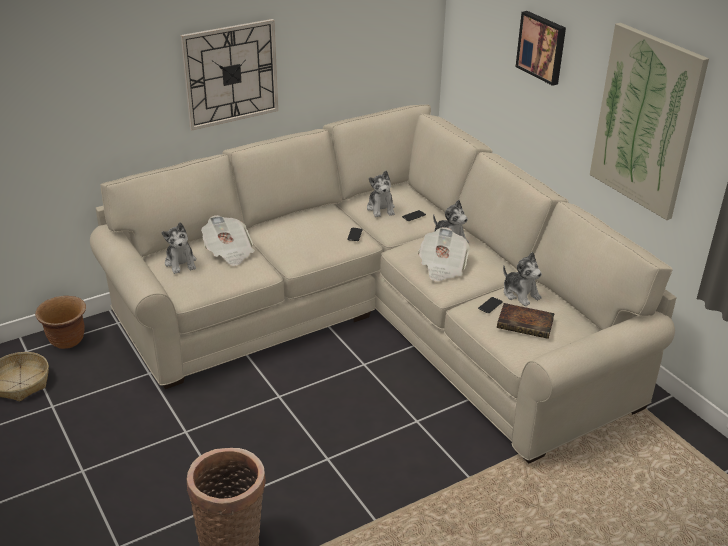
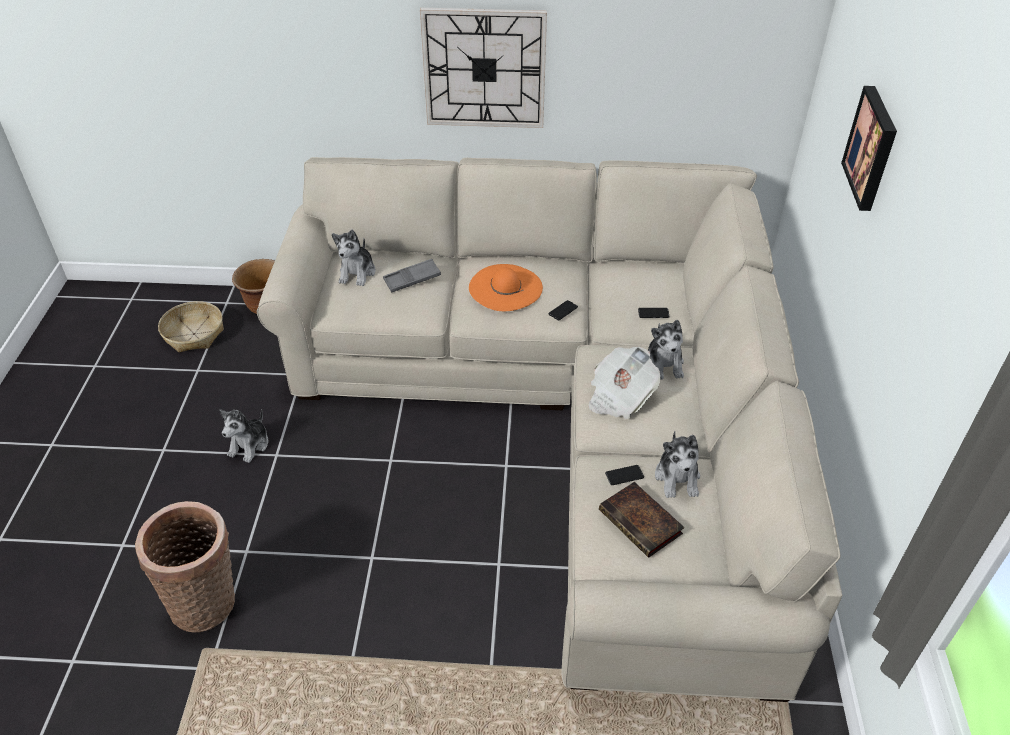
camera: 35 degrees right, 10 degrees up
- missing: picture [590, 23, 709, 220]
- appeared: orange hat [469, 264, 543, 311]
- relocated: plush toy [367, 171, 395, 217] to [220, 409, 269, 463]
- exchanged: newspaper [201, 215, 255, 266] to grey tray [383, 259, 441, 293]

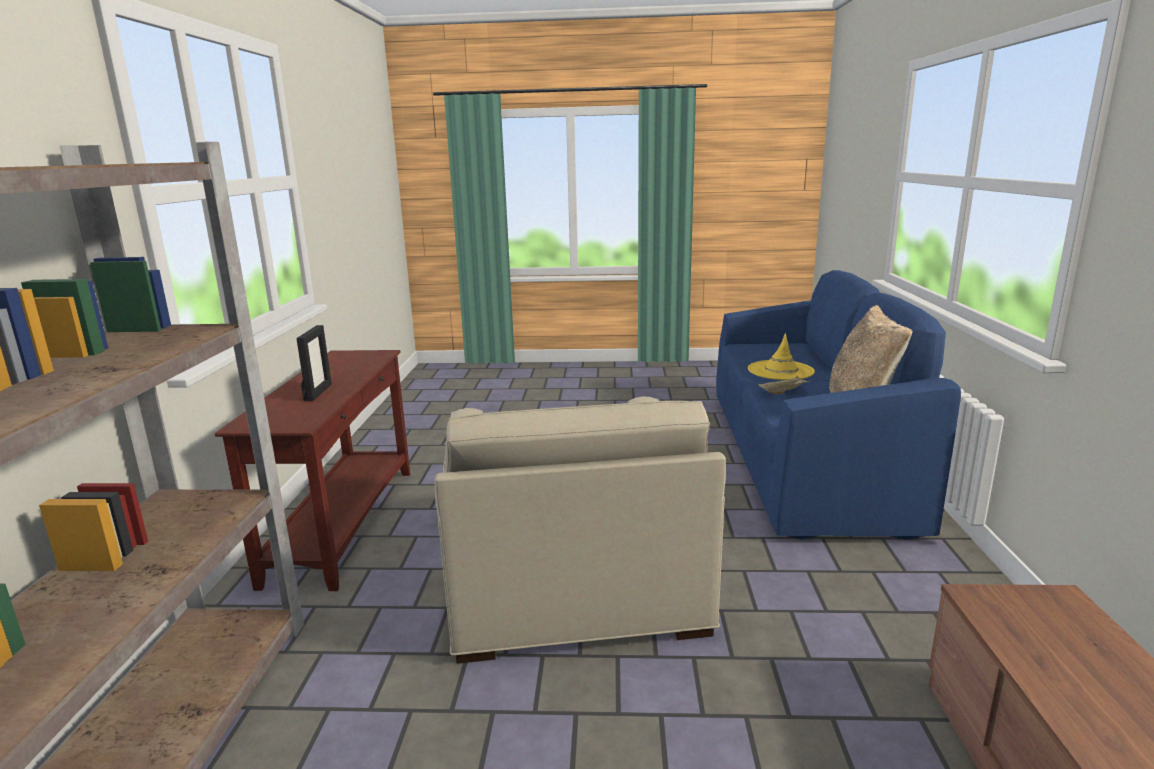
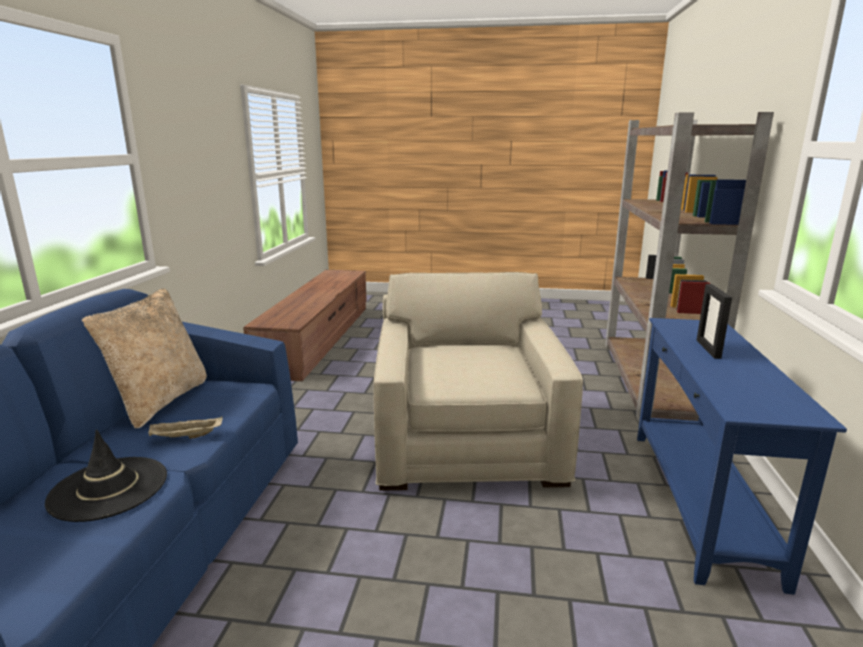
camera: 175 degrees left, 0 degrees up
- colour: brown console table [214, 350, 410, 591] to blue console table [637, 318, 847, 595]
- colour: yellow hat [748, 333, 815, 380] to black hat [45, 429, 167, 522]

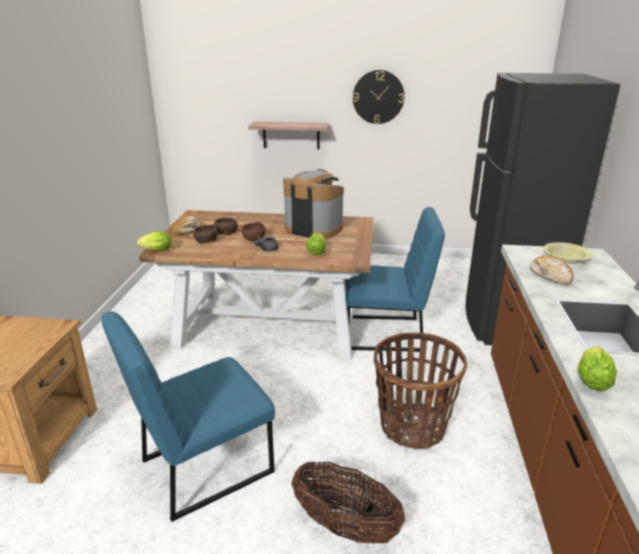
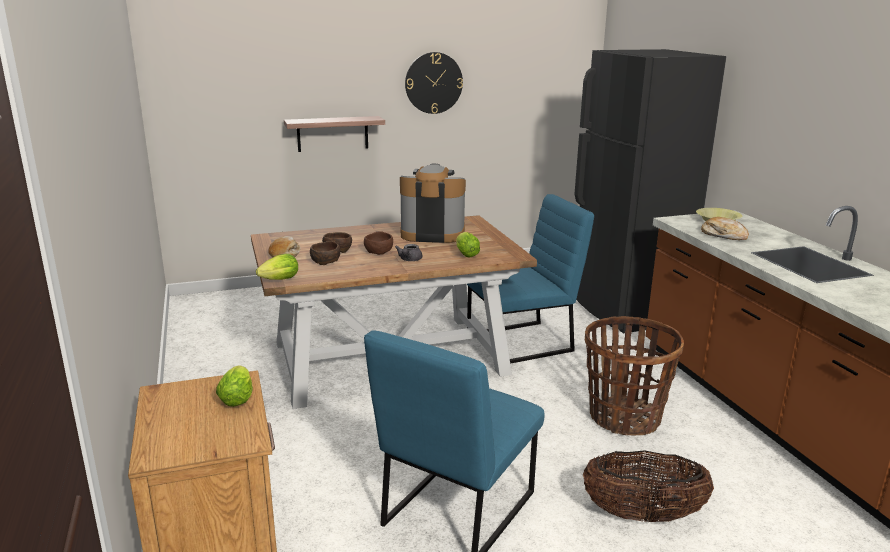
camera: 25 degrees left, 5 degrees down
- relocated: lettuce [577, 346, 617, 391] to [216, 365, 253, 407]

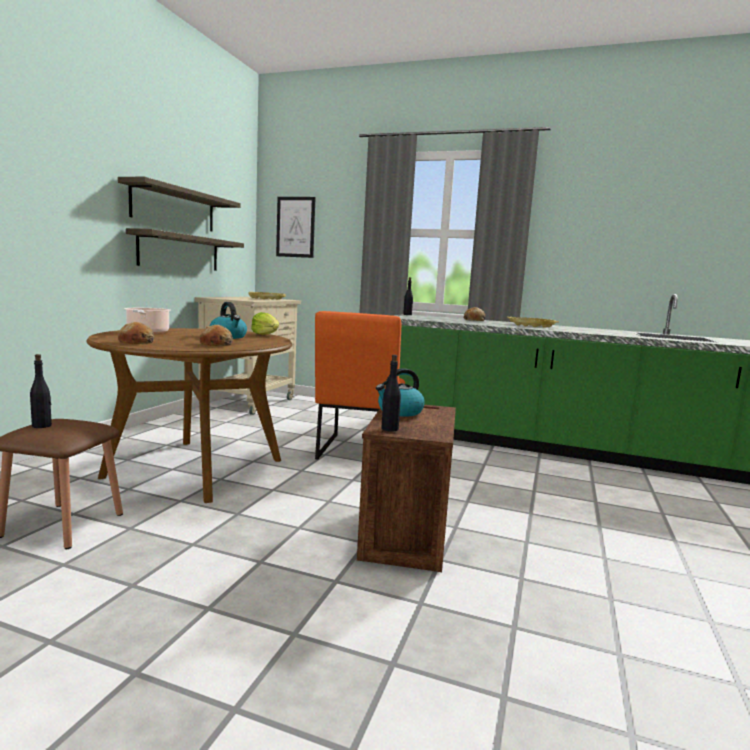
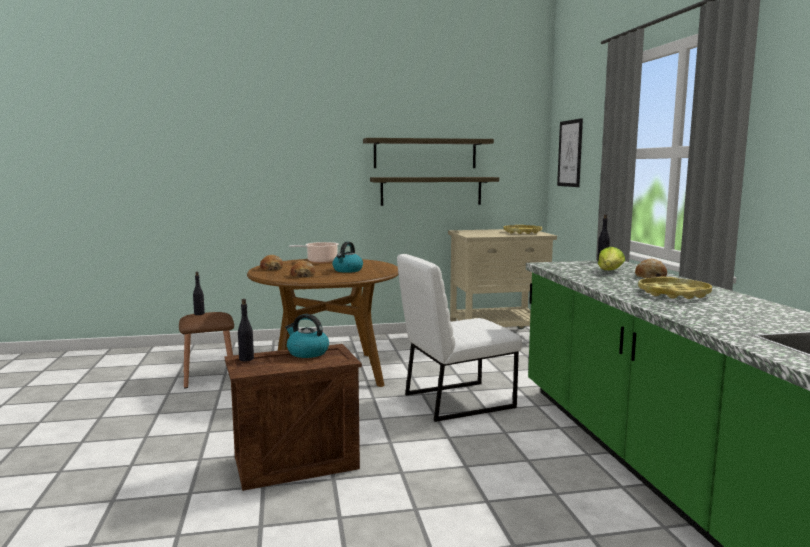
camera: 60 degrees right, 0 degrees up
- relocated: lettuce [251, 312, 279, 335] to [598, 247, 625, 270]
- colour: orange chair [315, 311, 405, 459] to white chair [397, 254, 522, 422]

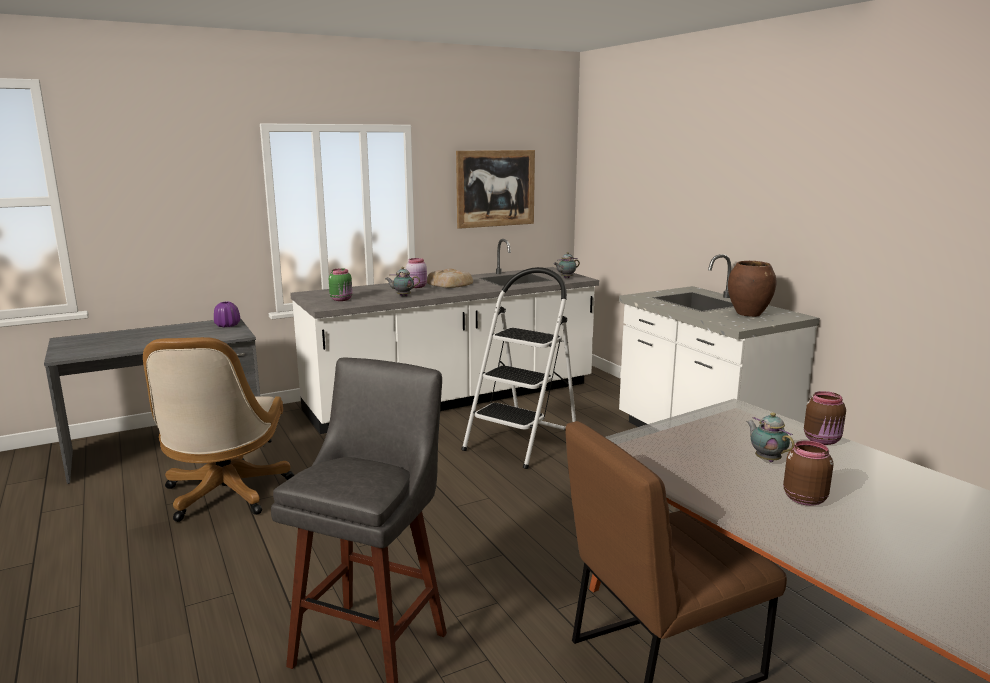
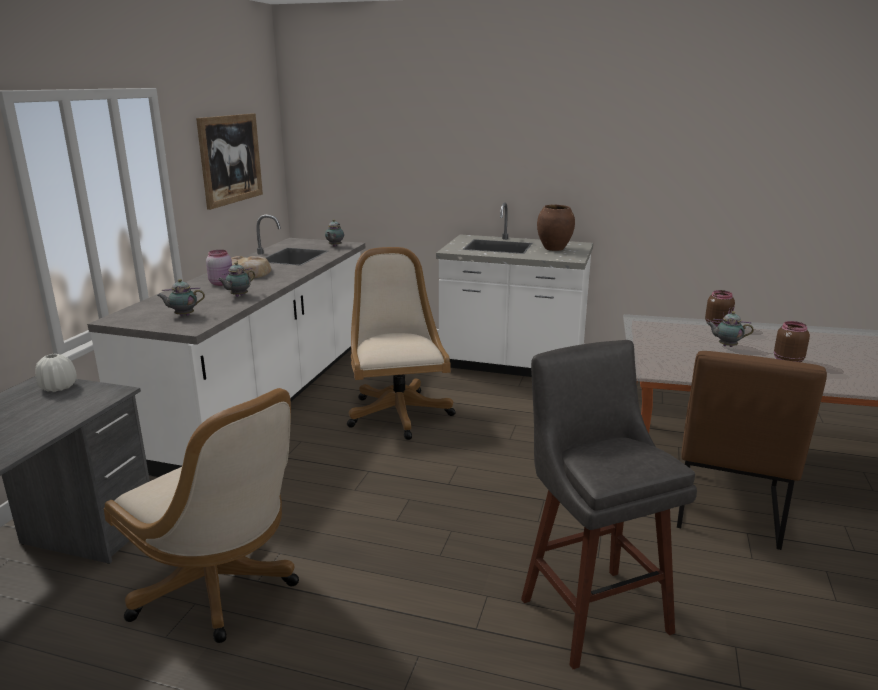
camera: 45 degrees left, 5 degrees up
- exchanged: green jar [329, 268, 352, 301] to teapot [157, 279, 205, 316]
- exchanged: step ladder [461, 267, 576, 469] to office chair [347, 247, 455, 440]
- colour: purple vase [214, 302, 240, 327] to white vase [36, 354, 77, 392]

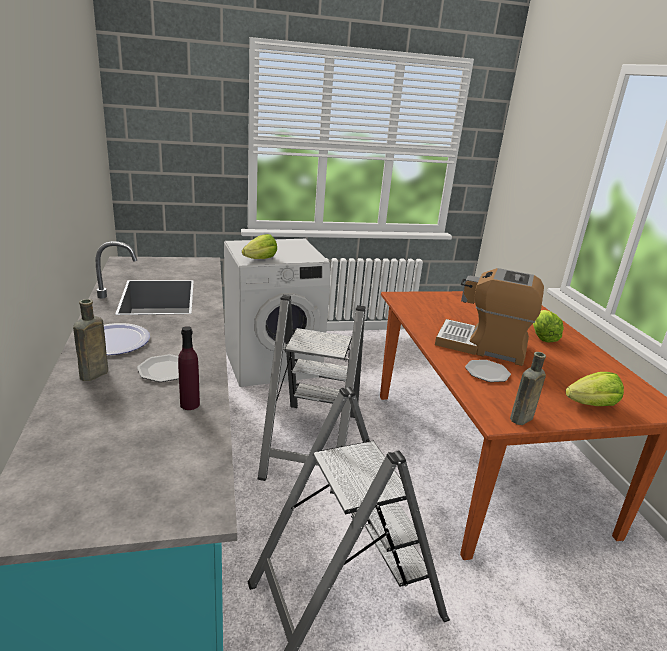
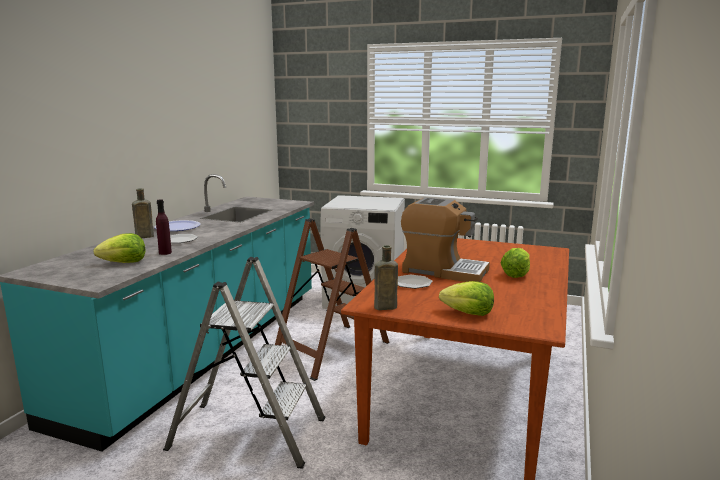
camera: 35 degrees right, 10 degrees down
- relocated: lettuce [242, 234, 277, 259] to [94, 233, 146, 263]
- colour: grey step ladder [257, 295, 366, 494] to brown step ladder [275, 218, 390, 381]
- spun: coffee machine [435, 268, 544, 366] = [401, 198, 490, 282] 150 degrees clockwise

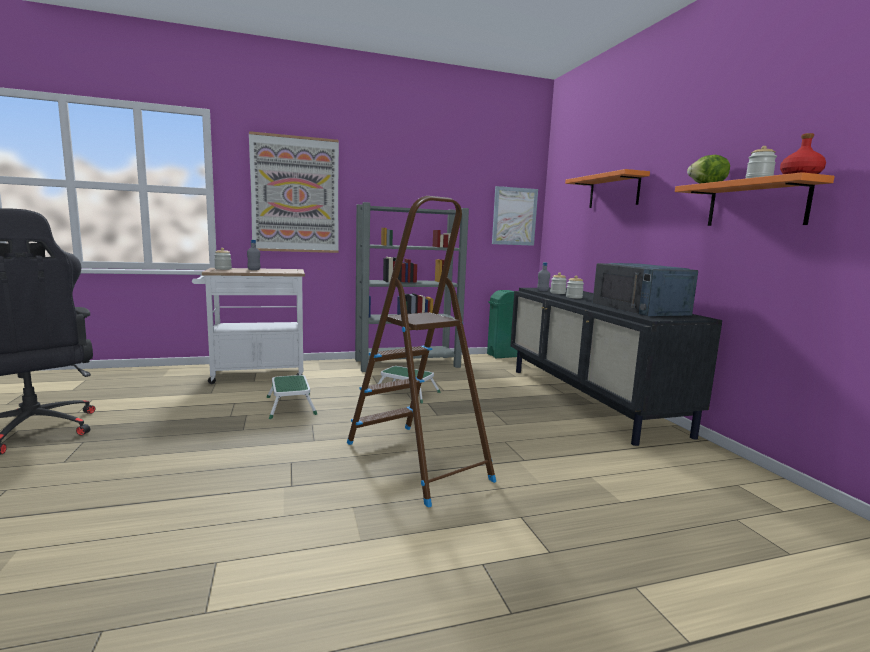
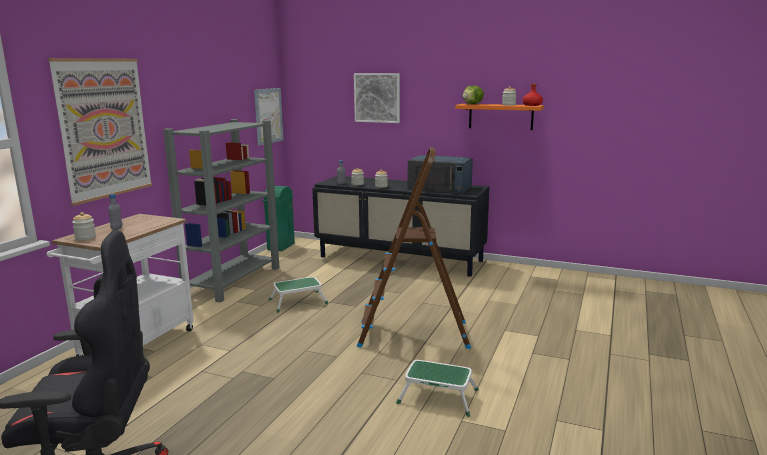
camera: 50 degrees left, 5 degrees up
- relocated: green step ladder [266, 375, 317, 419] to [396, 360, 479, 417]
- exchanged: orange shelf [565, 169, 650, 208] to picture [354, 73, 400, 123]

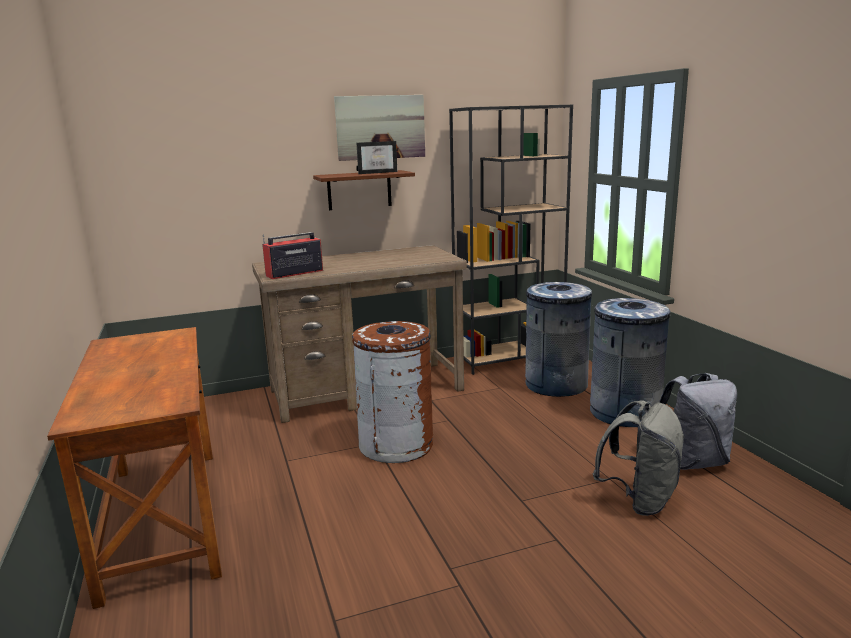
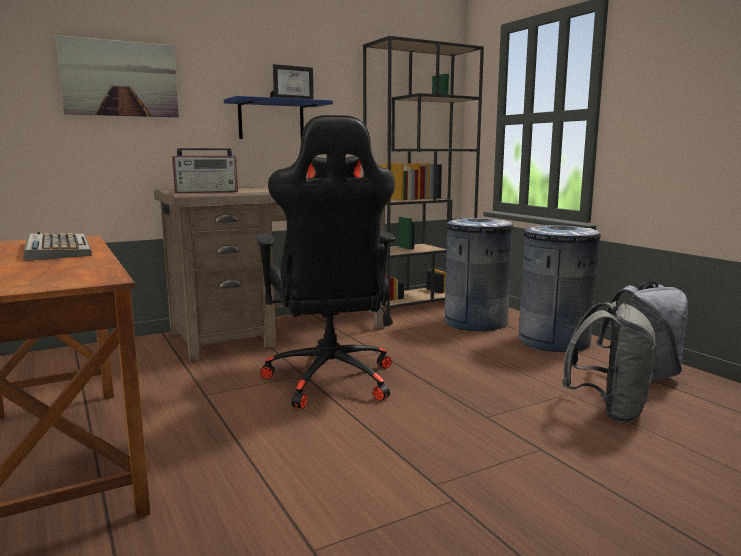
camera: 10 degrees left, 5 degrees down
- appeared: keyboard [24, 232, 92, 261]
- relocated: picture [334, 95, 425, 161] to [56, 35, 179, 118]
- exchanged: brown trash can [352, 321, 433, 463] to black office chair [257, 115, 396, 409]
- colour: brown shelf [313, 170, 415, 210] to blue shelf [224, 96, 333, 139]
- spun: radio [262, 232, 323, 279] = [172, 145, 238, 193] 150 degrees counterclockwise

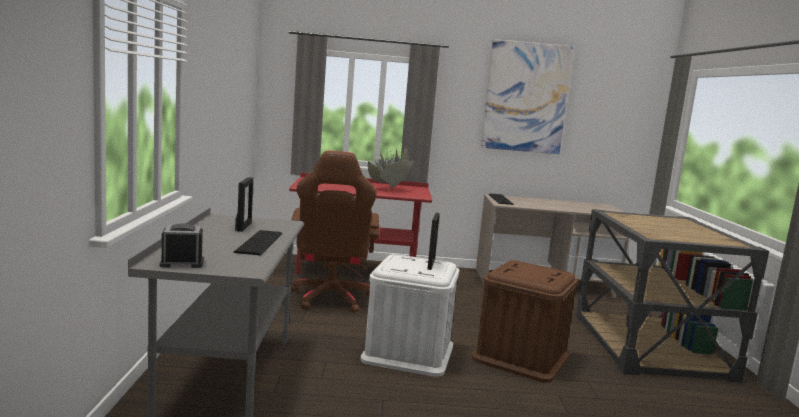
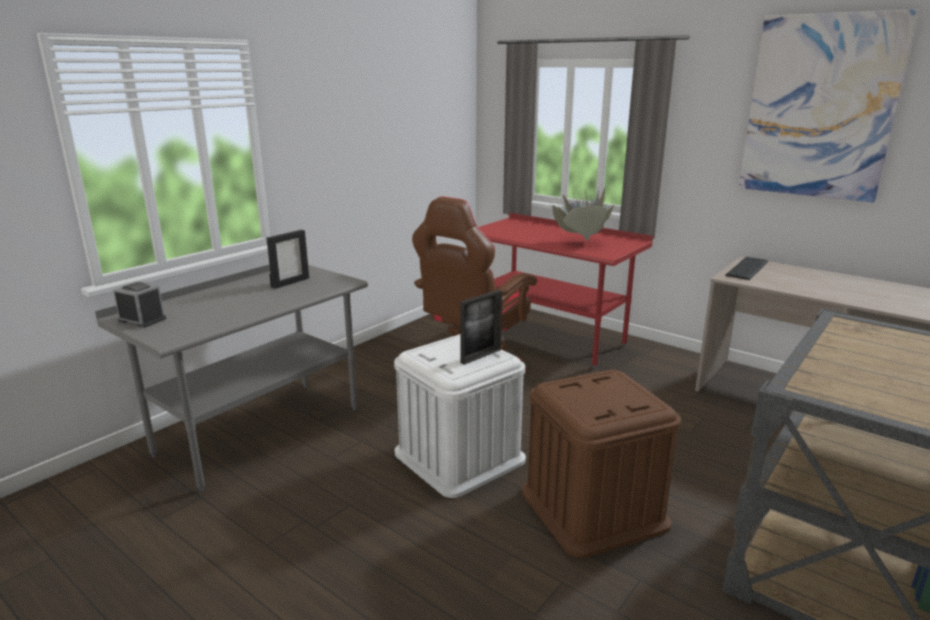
camera: 40 degrees right, 10 degrees up
- missing: keyboard [233, 230, 282, 255]

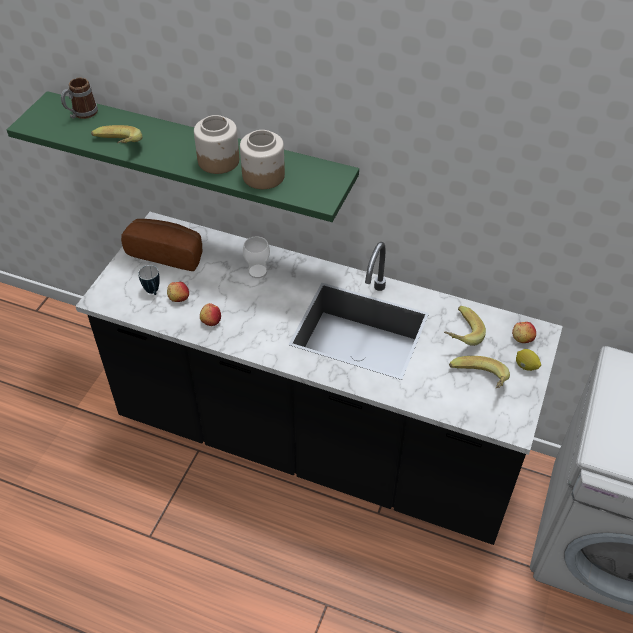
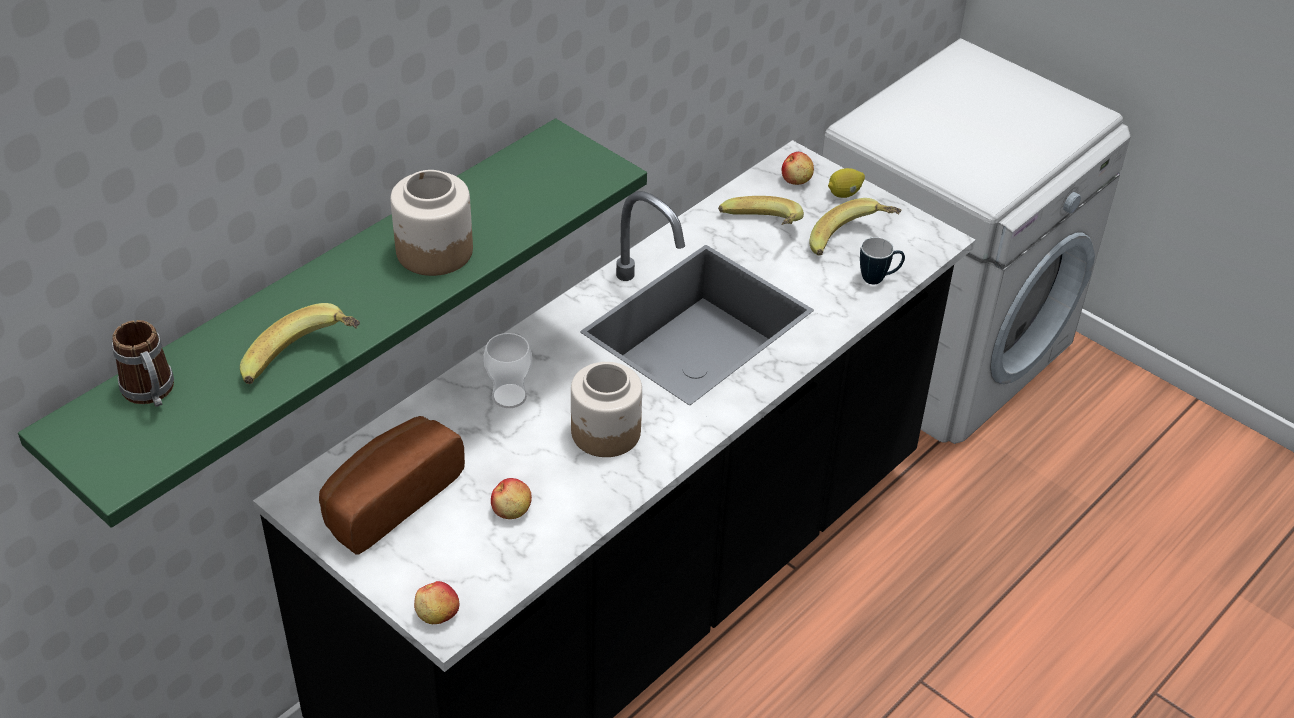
camera: 70 degrees left, 5 degrees down
- relocated: mug [138, 265, 160, 295] to [860, 237, 905, 285]
- relocated: apple [200, 303, 221, 326] to [414, 581, 459, 624]
- relocated: jar [240, 130, 285, 189] to [571, 362, 642, 457]

